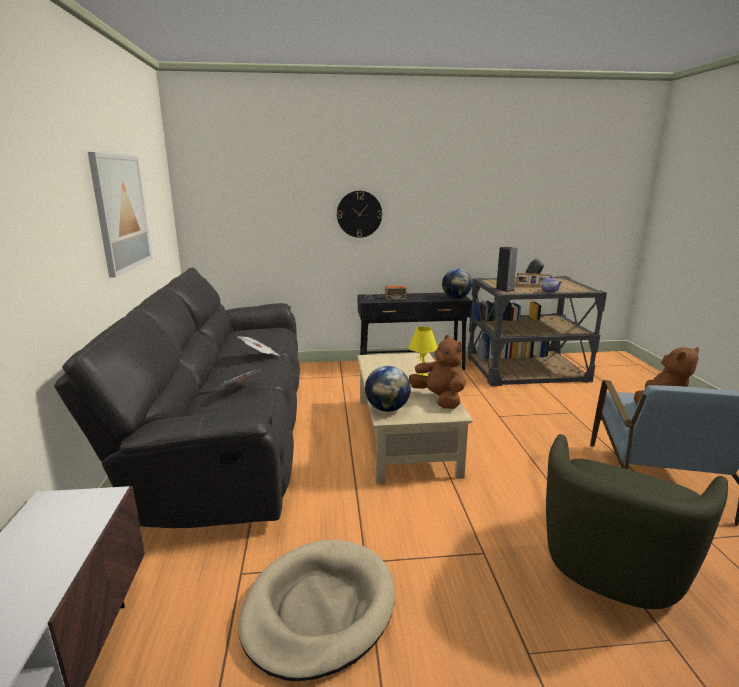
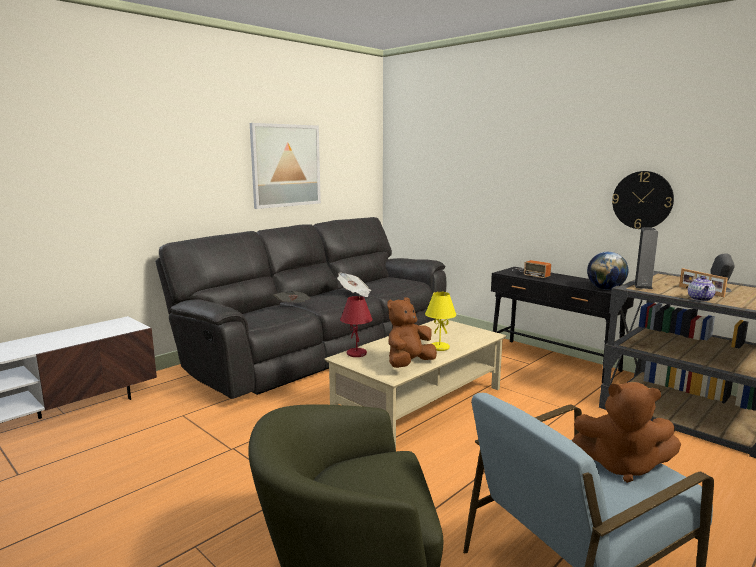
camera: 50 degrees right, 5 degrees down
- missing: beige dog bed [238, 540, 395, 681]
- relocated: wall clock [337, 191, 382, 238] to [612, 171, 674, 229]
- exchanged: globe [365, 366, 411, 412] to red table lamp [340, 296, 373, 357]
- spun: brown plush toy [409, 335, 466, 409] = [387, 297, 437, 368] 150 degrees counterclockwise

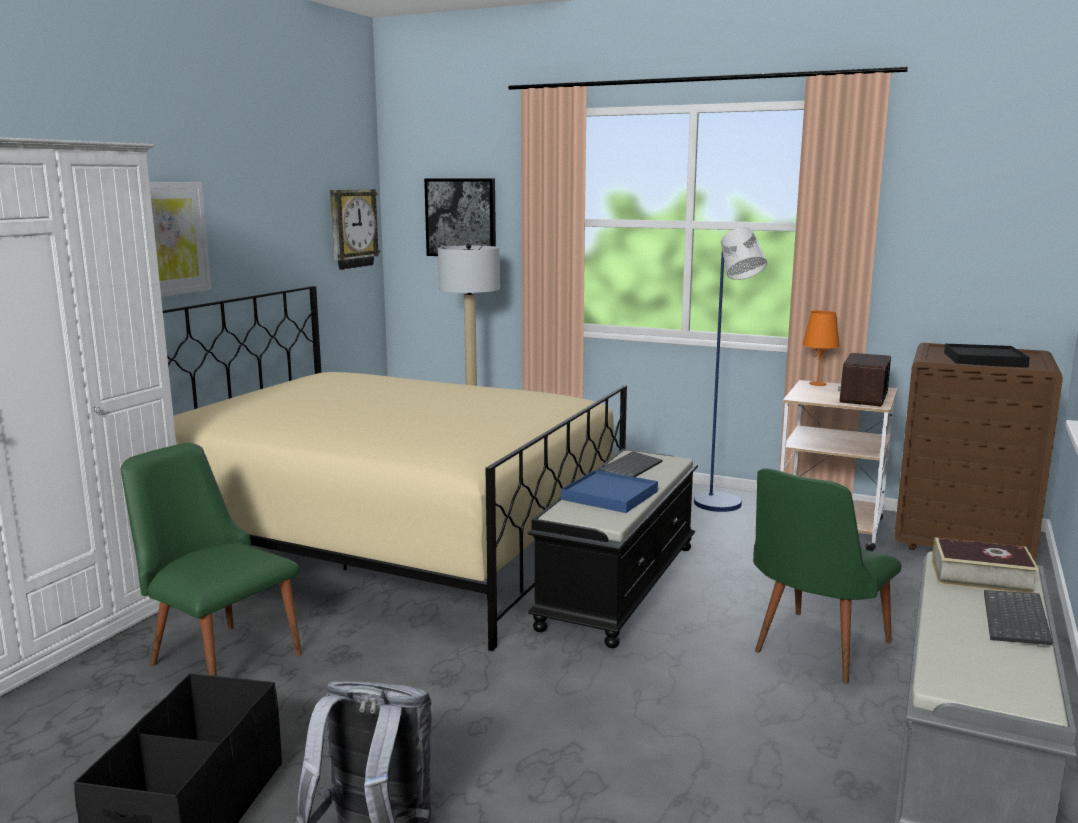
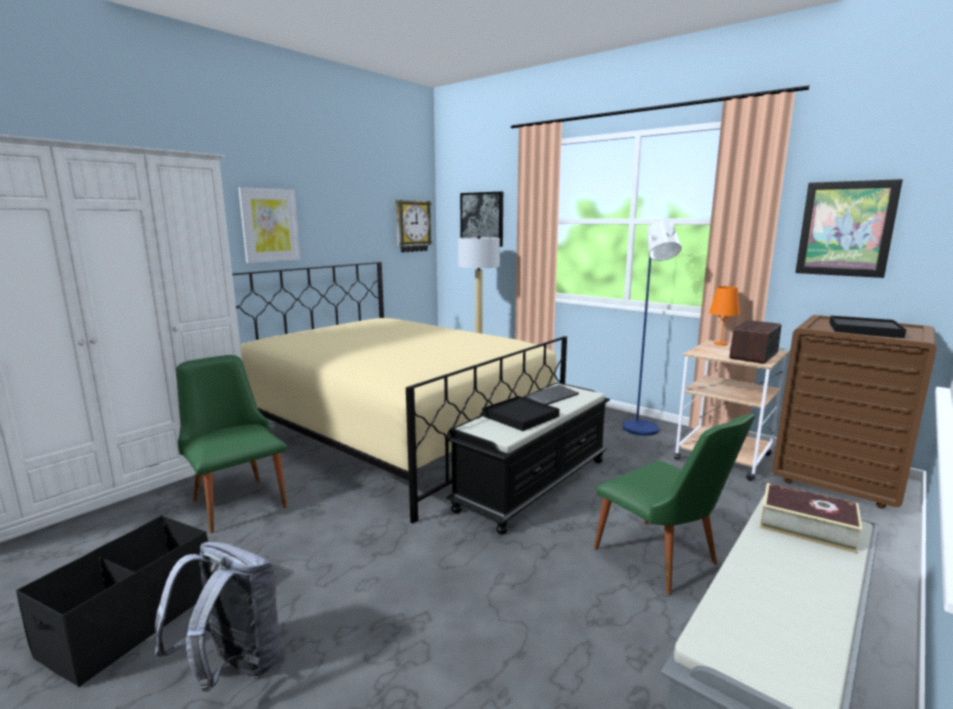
camera: 15 degrees right, 0 degrees up
- missing: keyboard [984, 590, 1053, 645]
- appeared: picture [795, 179, 903, 278]
- colour: blue tray [561, 470, 658, 513] to black tray [482, 396, 559, 431]
- spun: green chair [753, 468, 902, 684] = [594, 414, 755, 595] 90 degrees counterclockwise

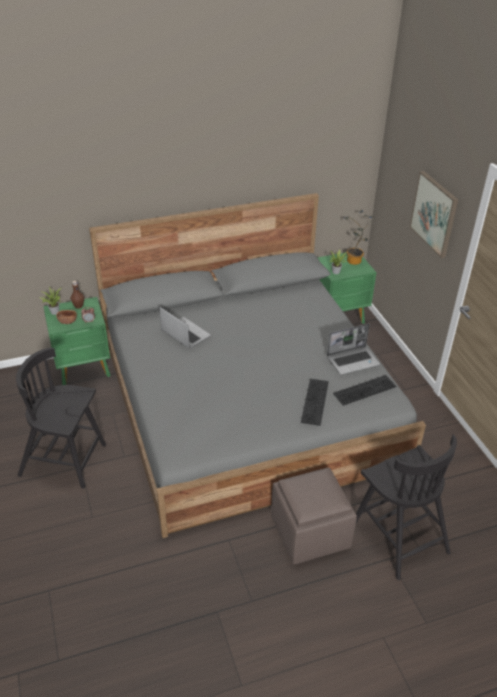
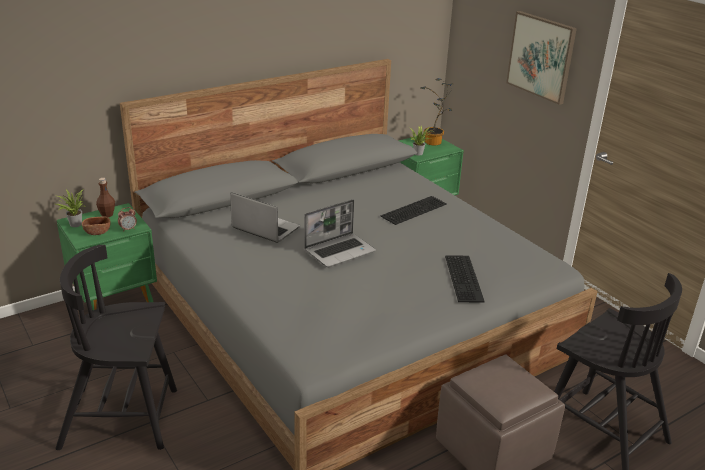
camera: 15 degrees left, 10 degrees down
- relocated: laptop [327, 323, 380, 375] to [304, 199, 376, 267]
- relocated: keyboard [333, 375, 397, 406] to [380, 196, 447, 225]

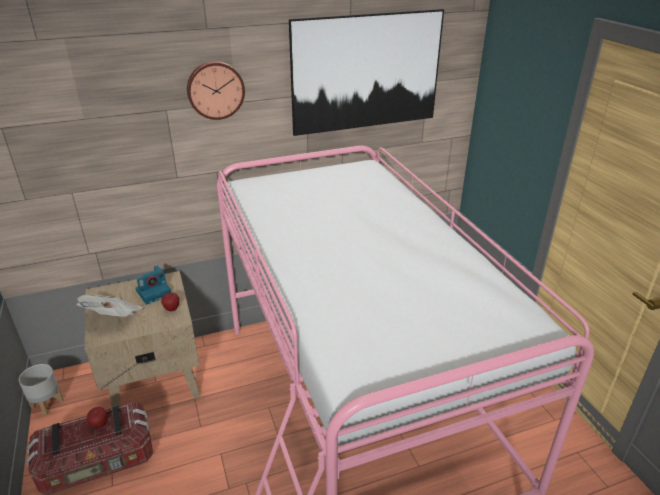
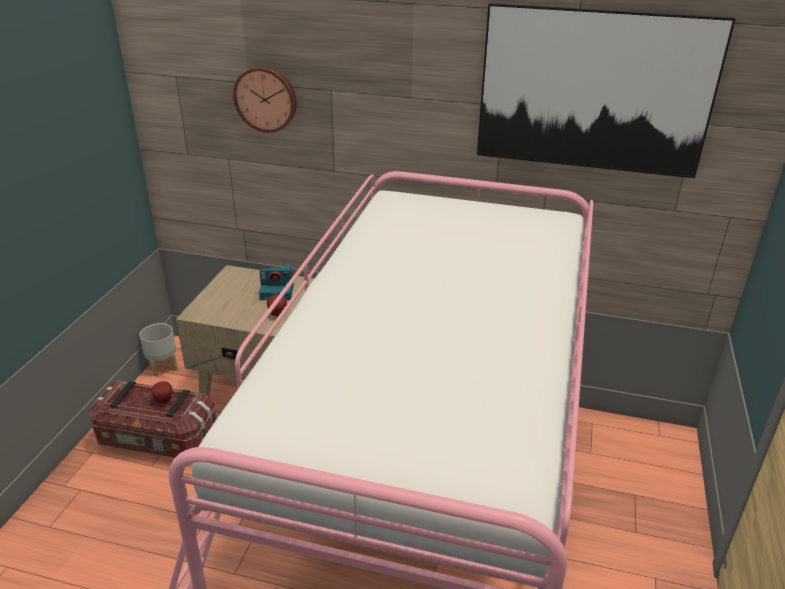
camera: 35 degrees right, 0 degrees up
- missing: newspaper [76, 294, 143, 317]
- relocated: wall clock [187, 61, 245, 120] to [233, 66, 297, 133]

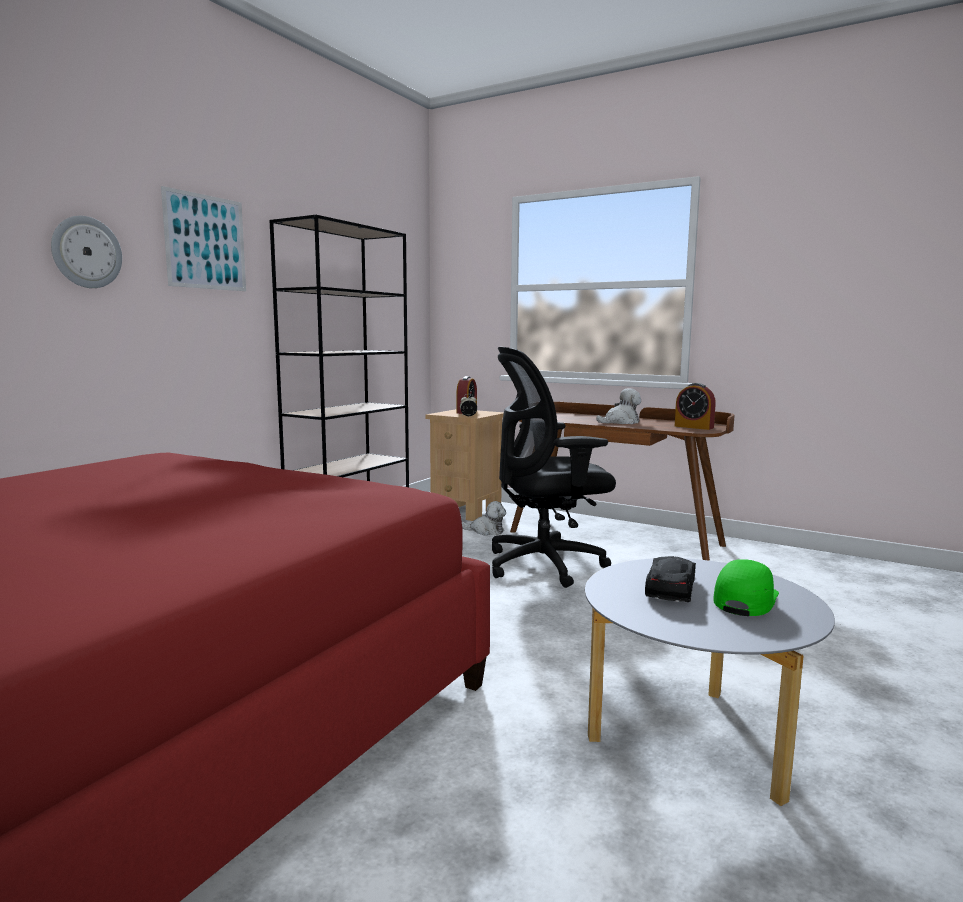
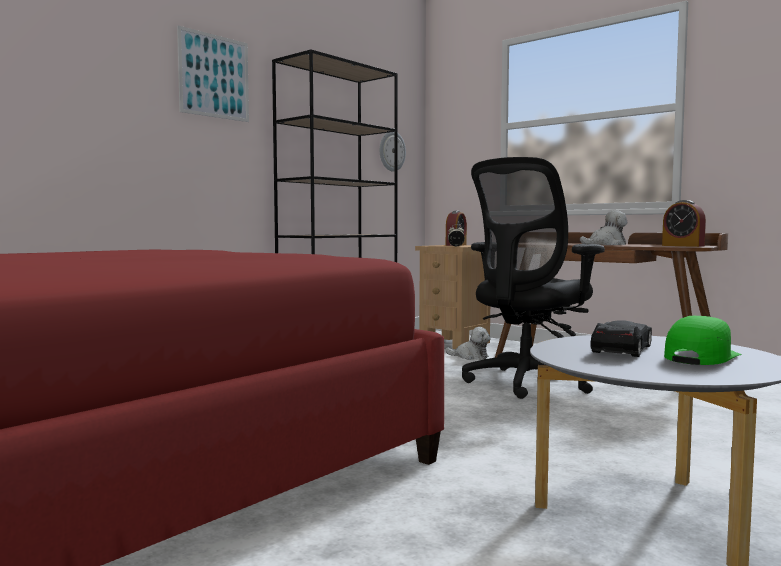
camera: 10 degrees right, 5 degrees down
- relocated: wall clock [51, 216, 122, 288] to [380, 132, 406, 172]
- spun: black office chair [492, 347, 616, 588] = [462, 157, 605, 399] 45 degrees counterclockwise

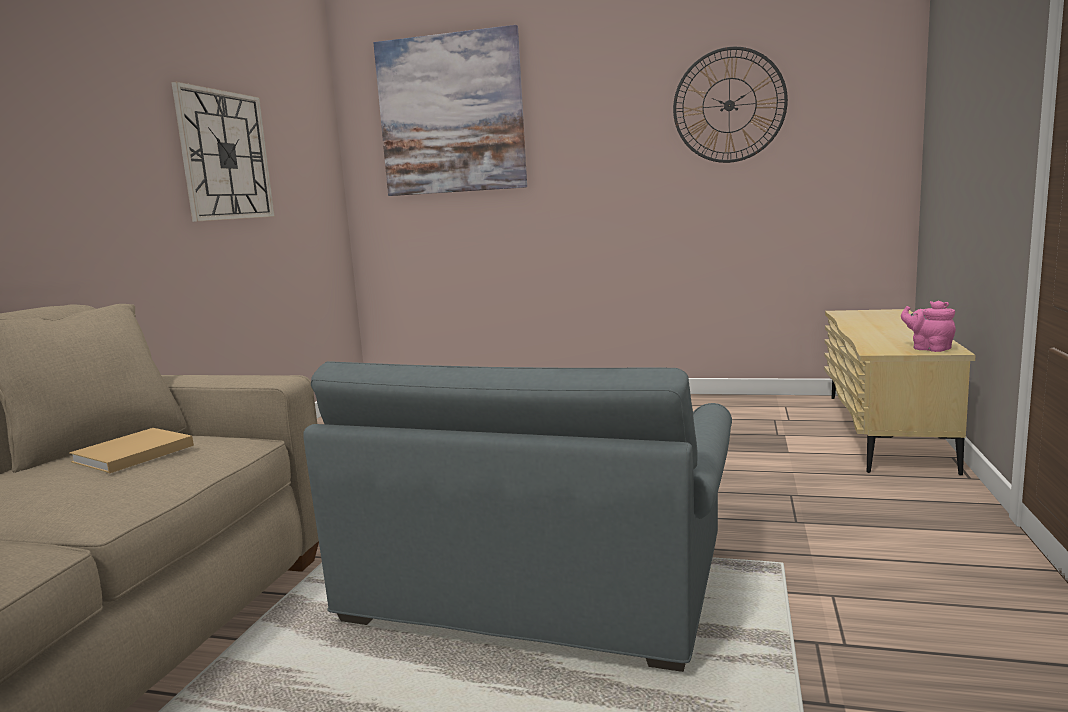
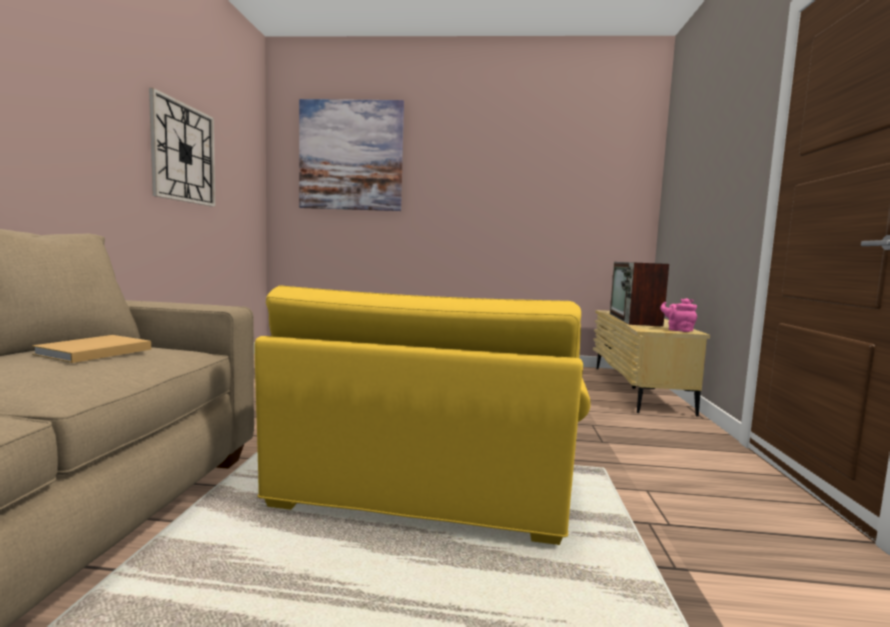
camera: 10 degrees left, 5 degrees down
- missing: wall clock [673, 47, 788, 163]
- appeared: television [610, 262, 669, 327]
- colour: grey armchair [303, 361, 732, 672] to yellow armchair [254, 285, 591, 545]

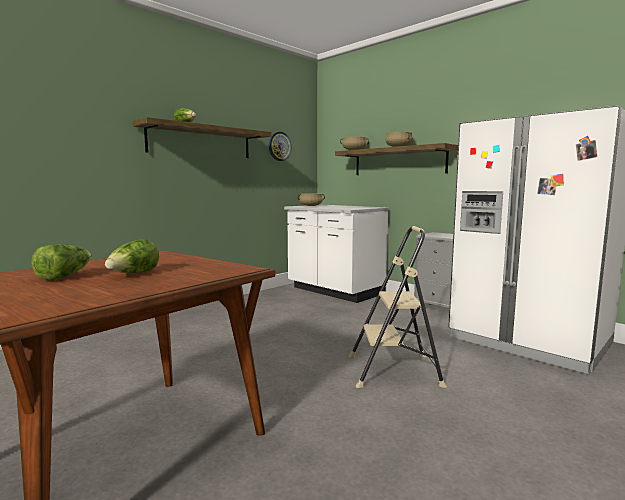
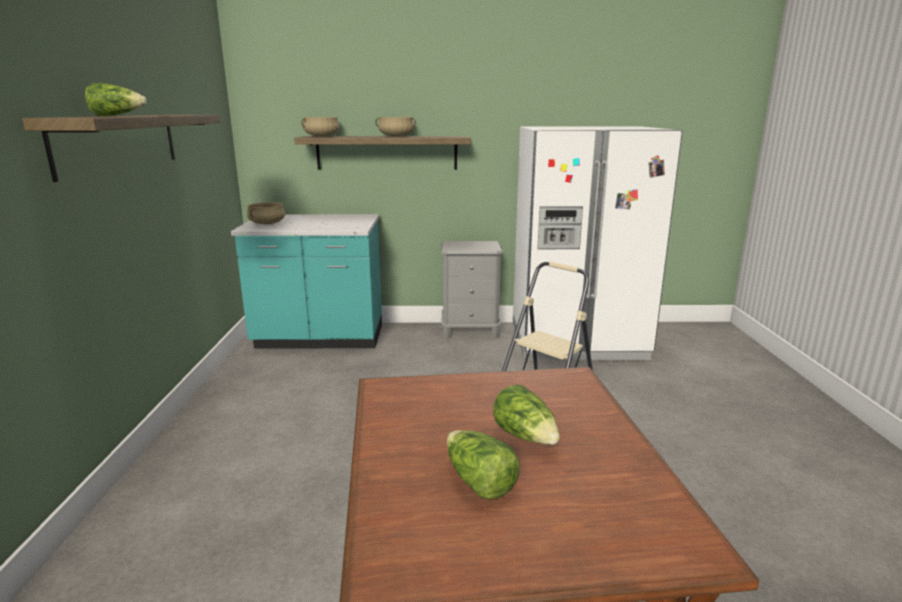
camera: 45 degrees left, 10 degrees up
- missing: wall clock [269, 132, 292, 161]
- colour: white counter [284, 205, 389, 303] to turquoise counter [231, 214, 382, 349]

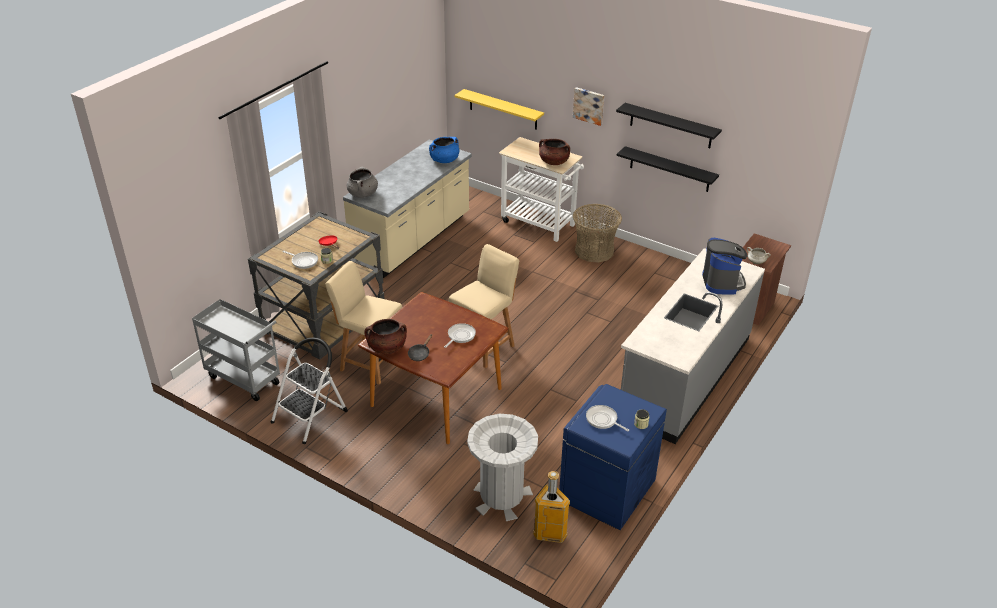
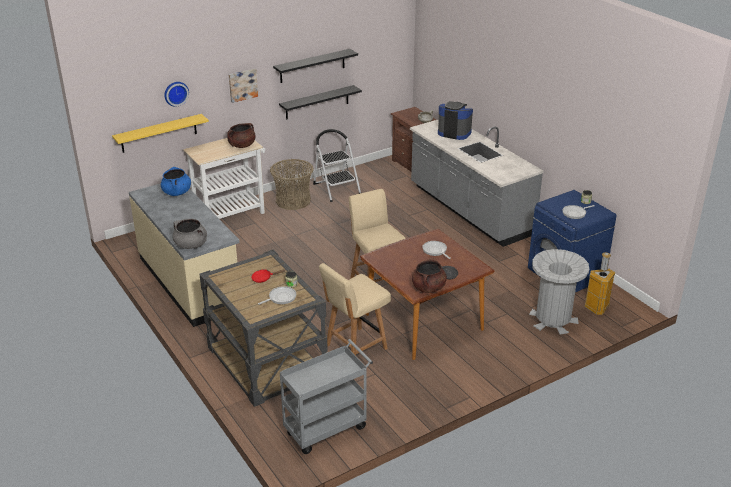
camera: 65 degrees left, 5 degrees down
- appeared: wall clock [164, 82, 189, 107]
- relocated: step ladder [270, 338, 348, 444] to [313, 129, 361, 202]

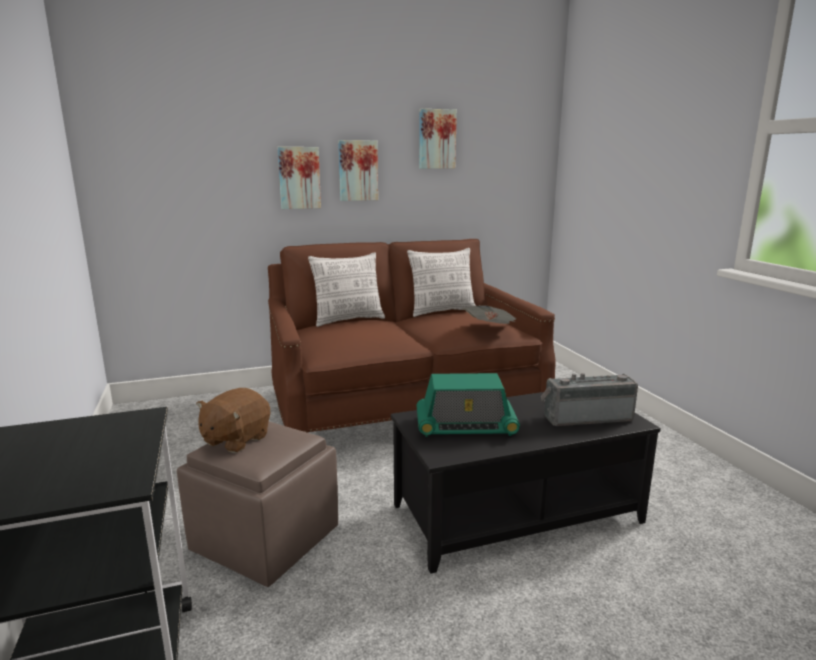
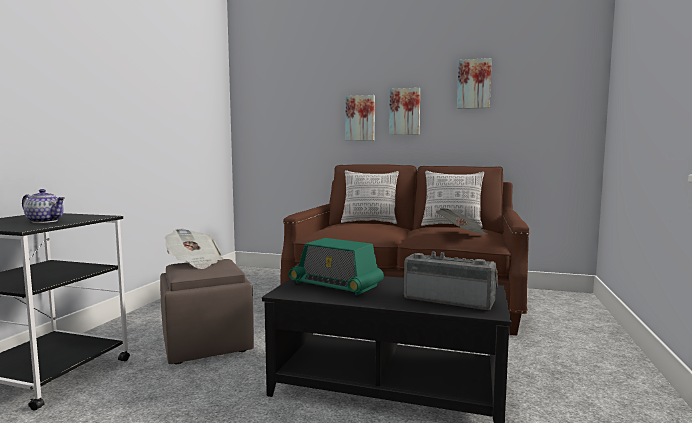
camera: 35 degrees right, 10 degrees down
- appeared: teapot [22, 189, 65, 223]
- exchanged: brown plush toy [196, 388, 270, 453] to newspaper [165, 229, 223, 269]

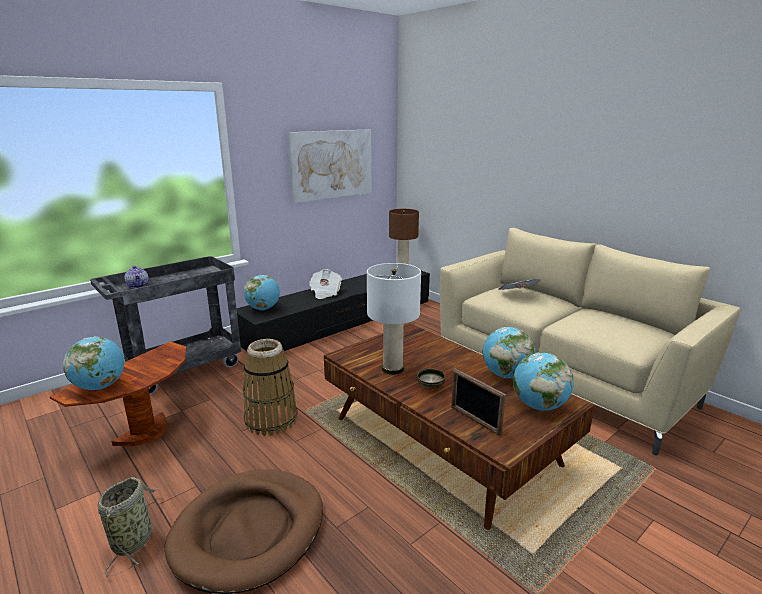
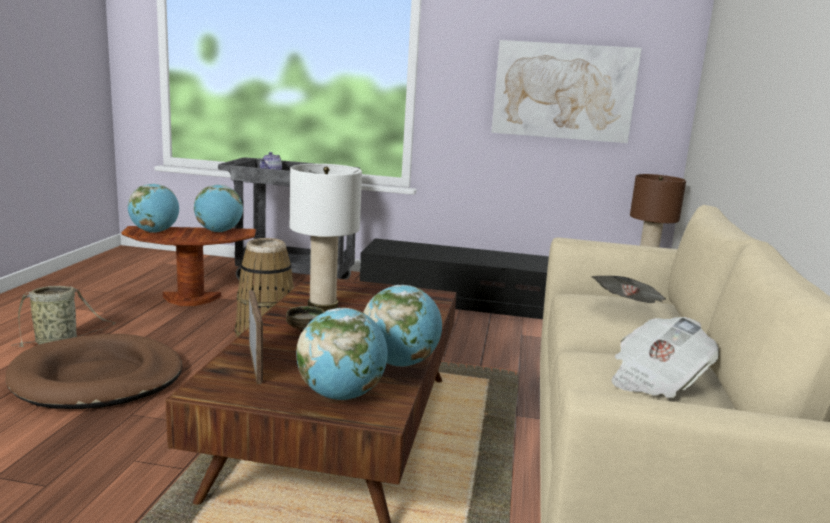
camera: 50 degrees right, 5 degrees down
- relocated: globe [244, 275, 280, 310] to [194, 185, 243, 232]
- relocated: newspaper [309, 269, 342, 299] to [611, 317, 719, 398]
- spun: picture frame [451, 368, 506, 436] = [249, 290, 263, 384] 150 degrees clockwise

